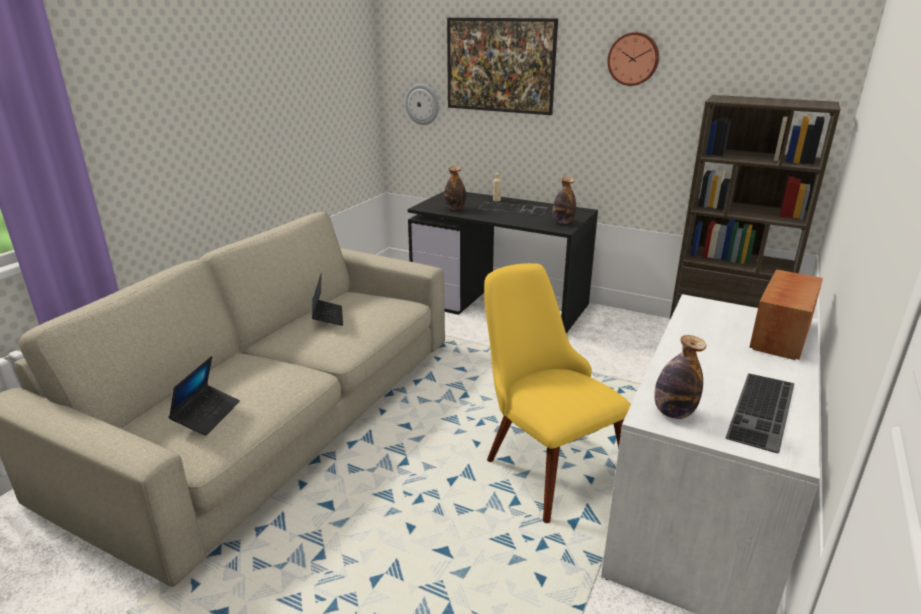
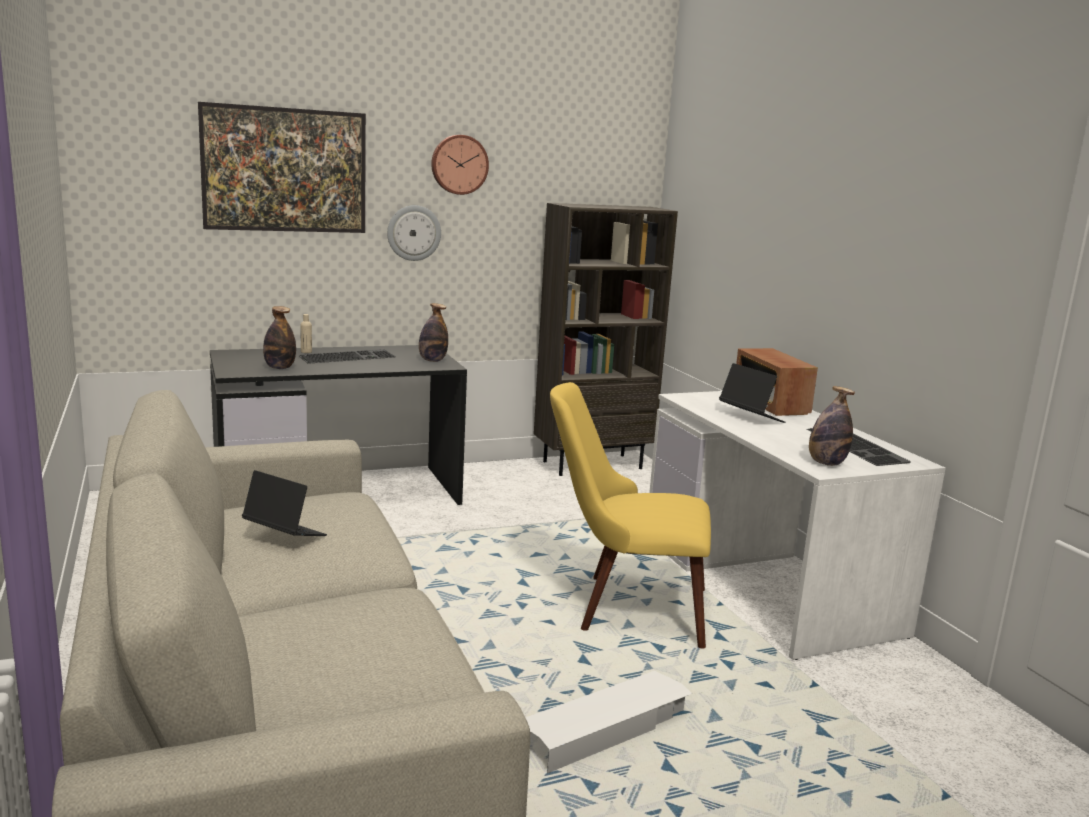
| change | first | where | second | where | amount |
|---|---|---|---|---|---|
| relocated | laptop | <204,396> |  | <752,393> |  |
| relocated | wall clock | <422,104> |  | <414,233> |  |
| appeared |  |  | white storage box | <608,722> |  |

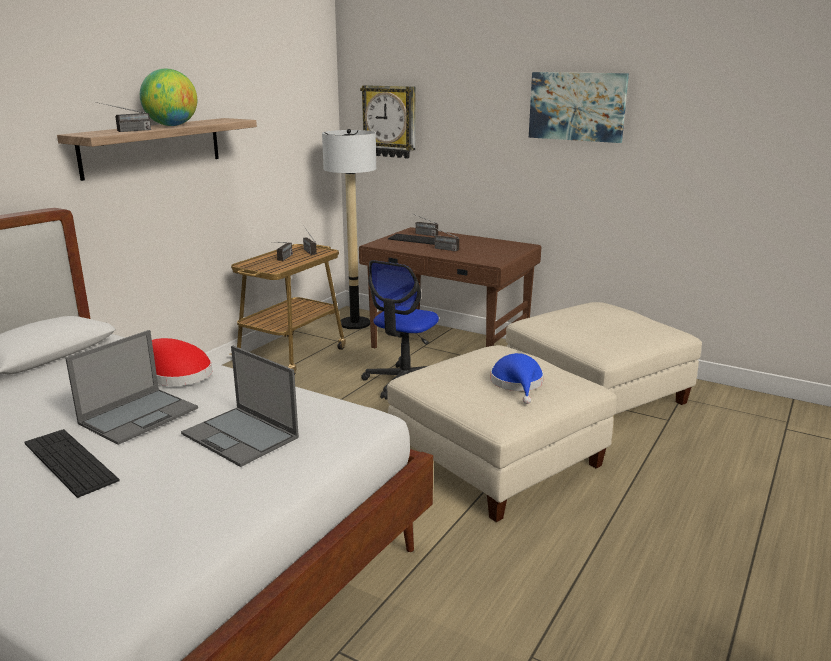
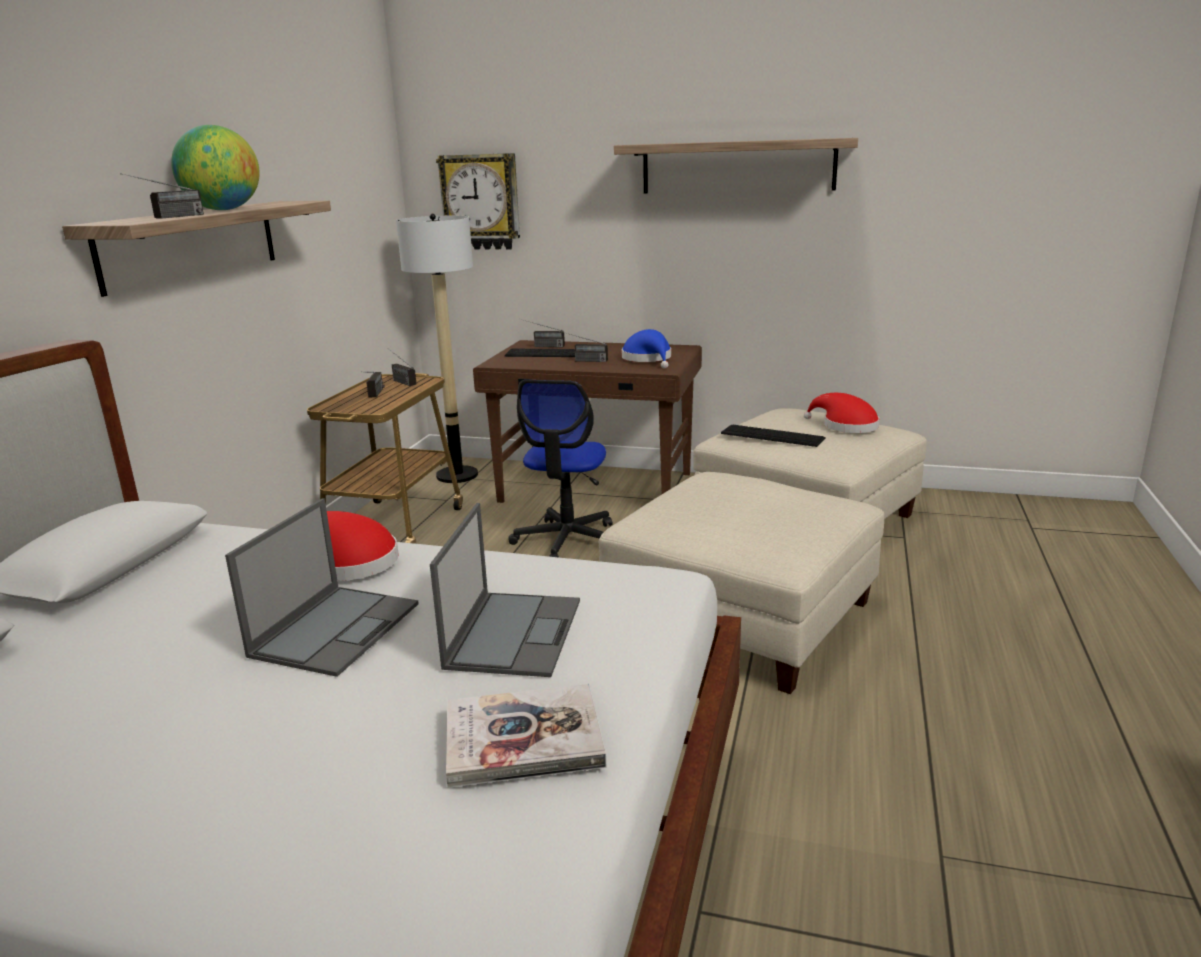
| change | first | where | second | where | amount |
|---|---|---|---|---|---|
| relocated | keyboard | <72,463> |  | <773,436> |  |
| spun | laptop | <240,406> |  | <505,590> | 105 degrees counterclockwise |
| relocated | blue hat | <517,378> |  | <646,349> |  |
| exchanged | picture | <579,107> | shelf | <736,165> |  |
| appeared |  |  | book | <526,735> |  |
| appeared |  |  | red hat | <842,413> |  |

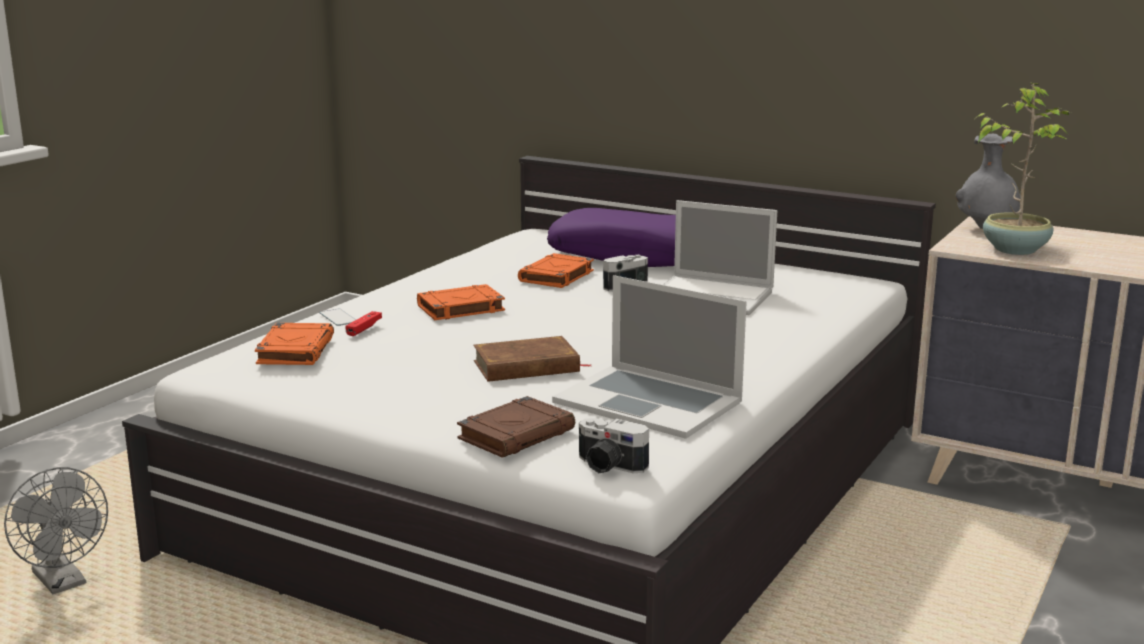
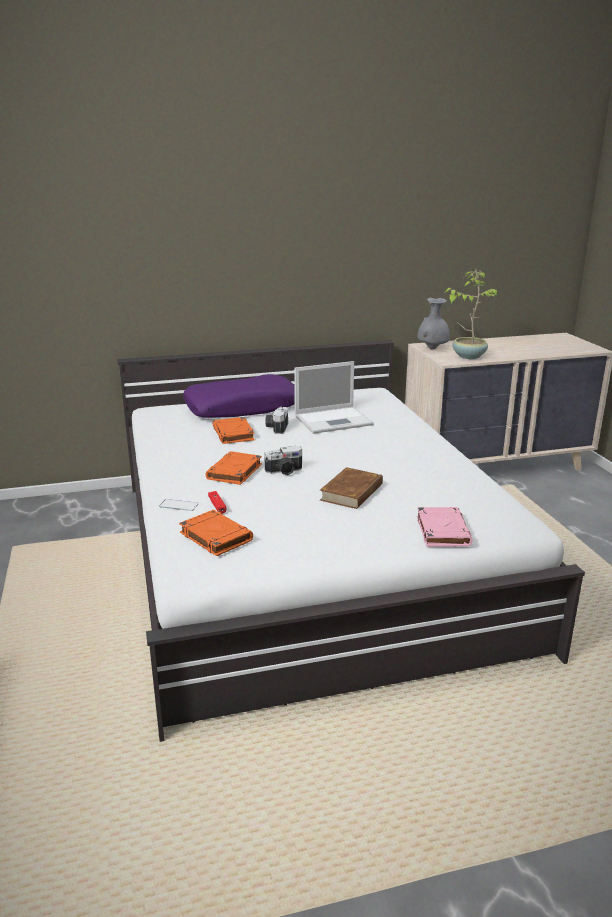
| change | first | where | second | where | amount |
|---|---|---|---|---|---|
| missing | grey fan | <56,530> |  |  |  |
| colour | brown book | <516,427> | pink book | <445,527> |  |
| missing | laptop | <649,357> |  |  |  |
| relocated | photo camera | <614,445> |  | <283,460> |  |

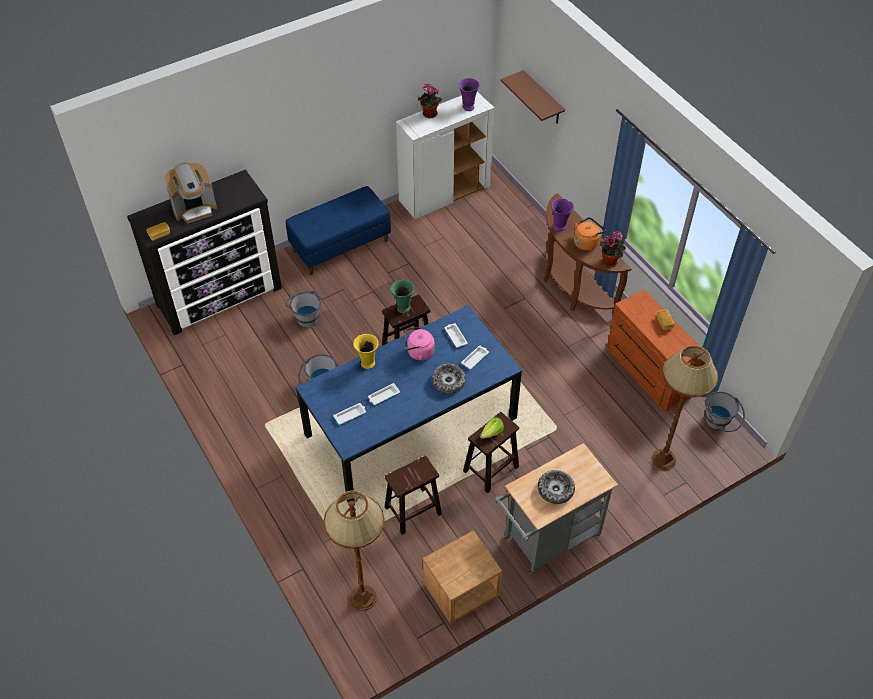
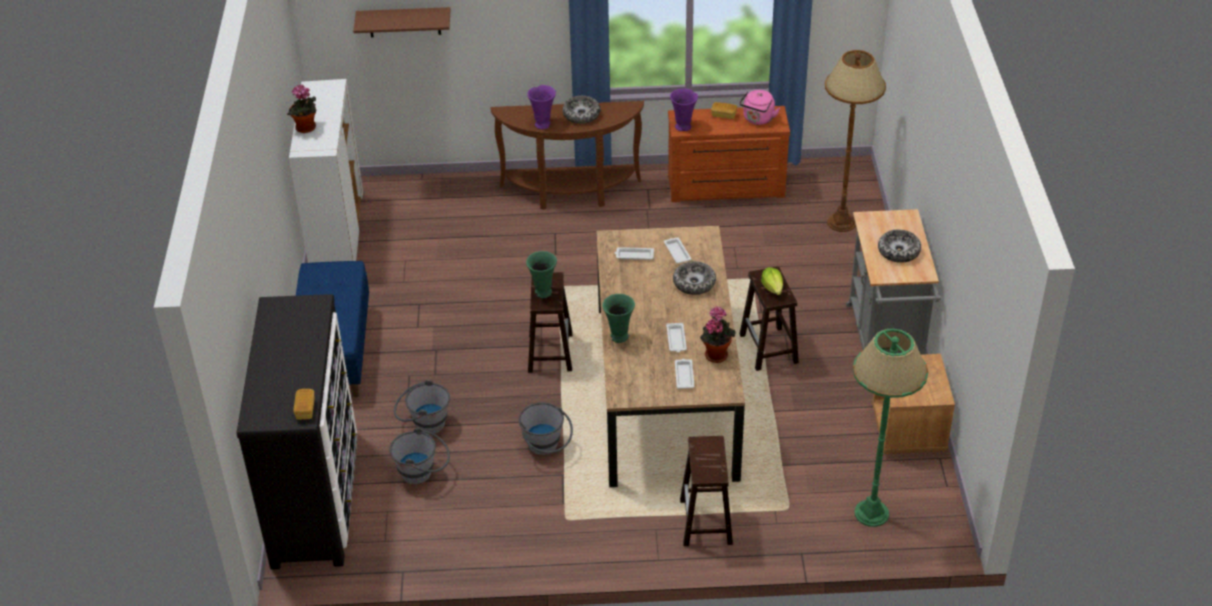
| change | first | where | second | where | amount |
|---|---|---|---|---|---|
| missing | coffee machine | <190,193> |  |  |  |
| colour | blue dining table | <409,404> | brown dining table | <670,356> |  |
| colour | brown floor lamp | <354,550> | green floor lamp | <890,428> |  |
| colour | yellow vase | <366,351> | green vase | <618,318> |  |
| relocated | brown stool | <413,495> |  | <706,491> |  |
| relocated | pink kettle | <420,344> |  | <759,107> |  |
| relocated | purple vase | <469,94> |  | <684,110> |  |
| exchanged | orange kettle | <590,234> | bowl | <581,110> |  |
| relocated | potted plant | <613,249> |  | <718,334> |  |
| relocated | grey bucket | <725,411> |  | <419,456> |  |

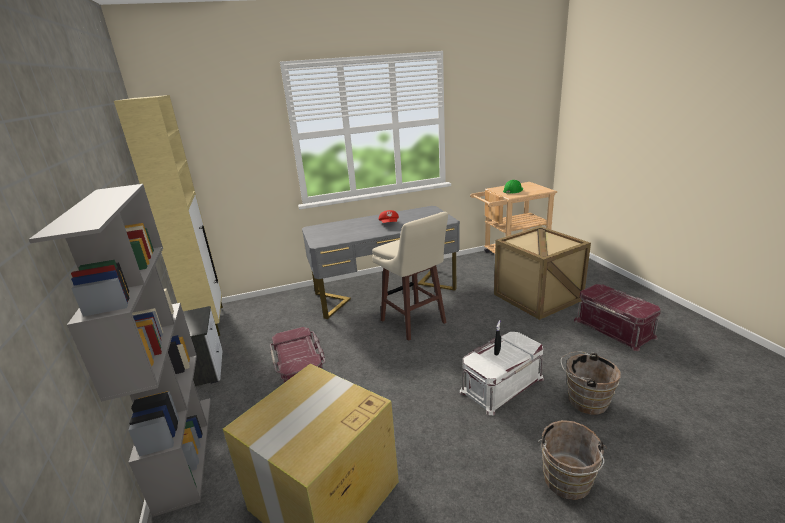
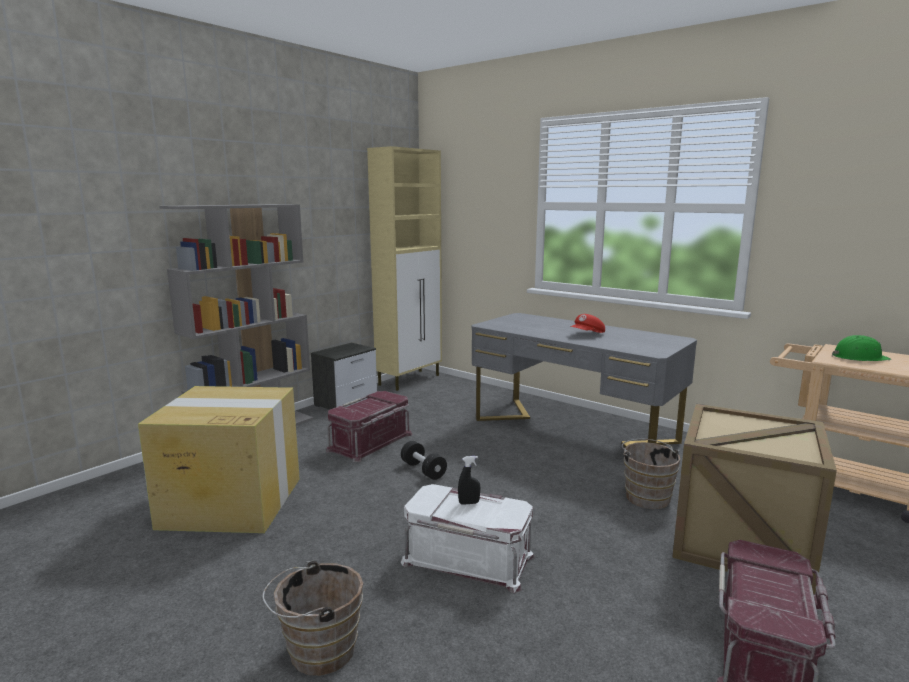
| change | first | where | second | where | amount |
|---|---|---|---|---|---|
| missing | beige stool | <410,276> |  |  |  |
| relocated | brown bucket | <591,383> |  | <651,474> |  |
| appeared |  |  | black dumbbell | <424,460> |  |

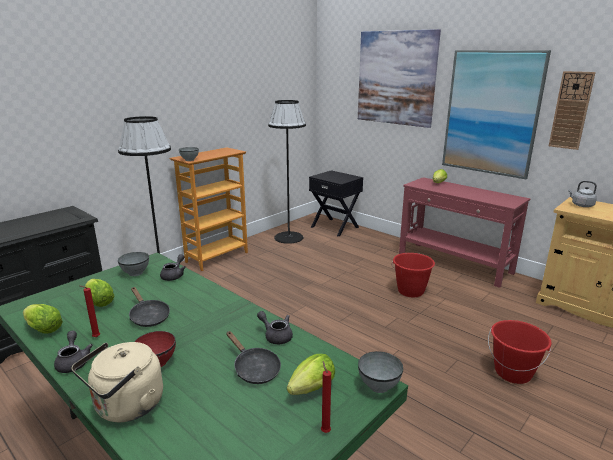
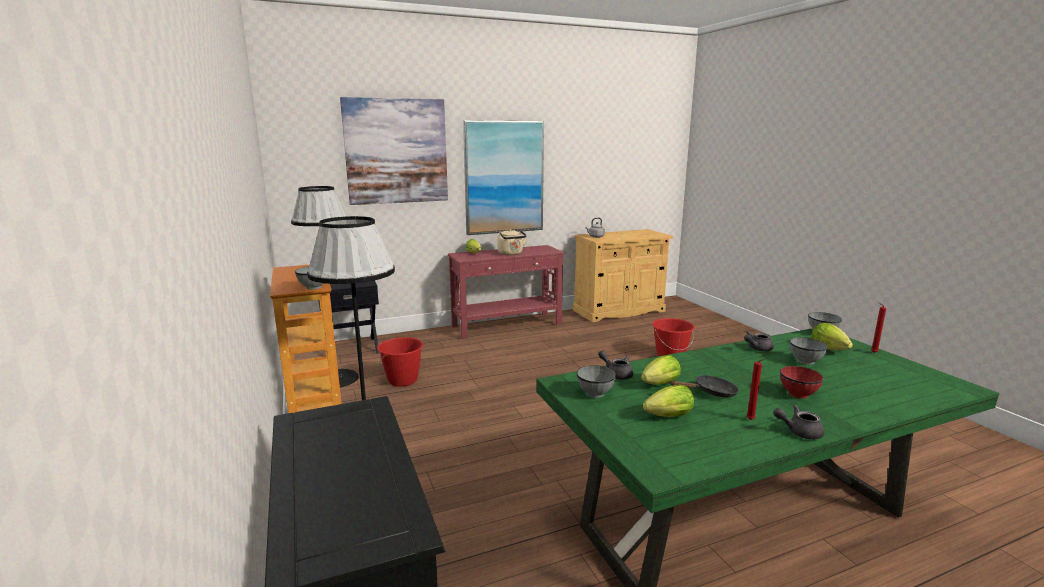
| change | first | where | second | where | amount |
|---|---|---|---|---|---|
| relocated | lettuce | <43,319> |  | <661,370> |  |
| relocated | beige kettle | <117,382> |  | <512,242> |  |
| exchanged | black frying pan | <253,357> | grey bowl | <809,351> |  |
| relocated | red bucket | <413,275> |  | <400,362> |  |
| missing | wall clock | <572,110> |  |  |  |

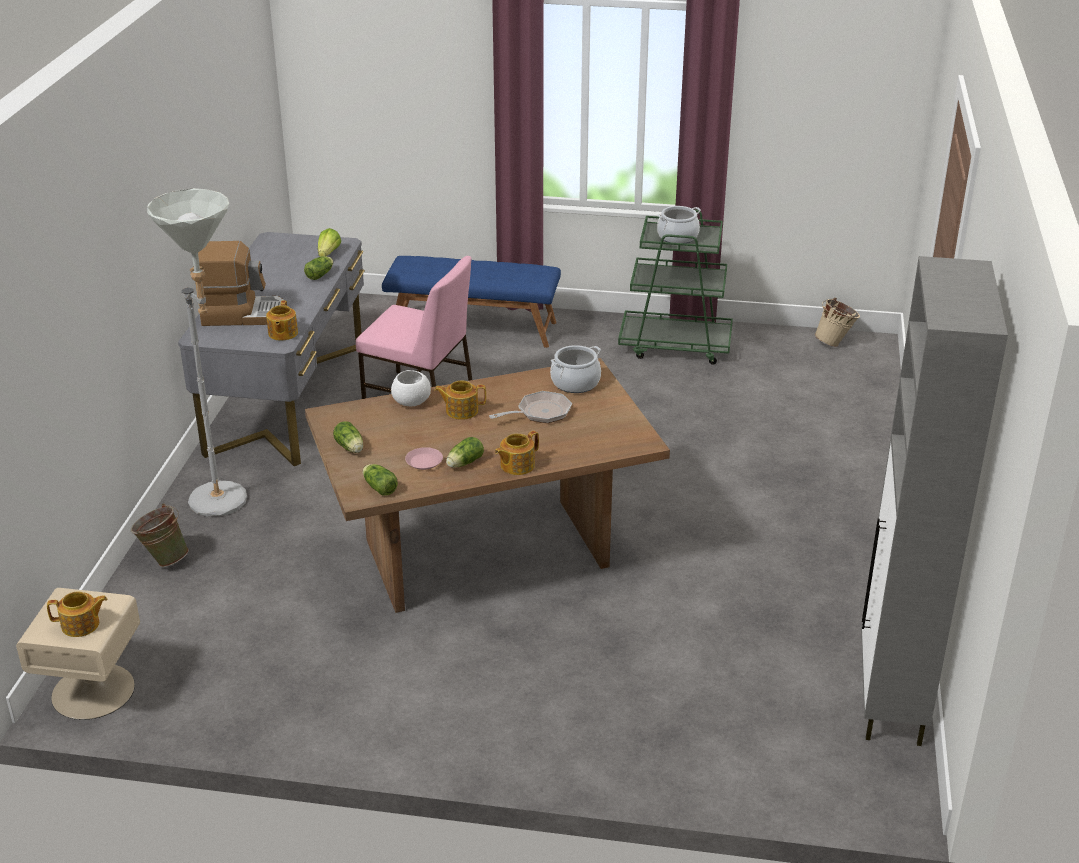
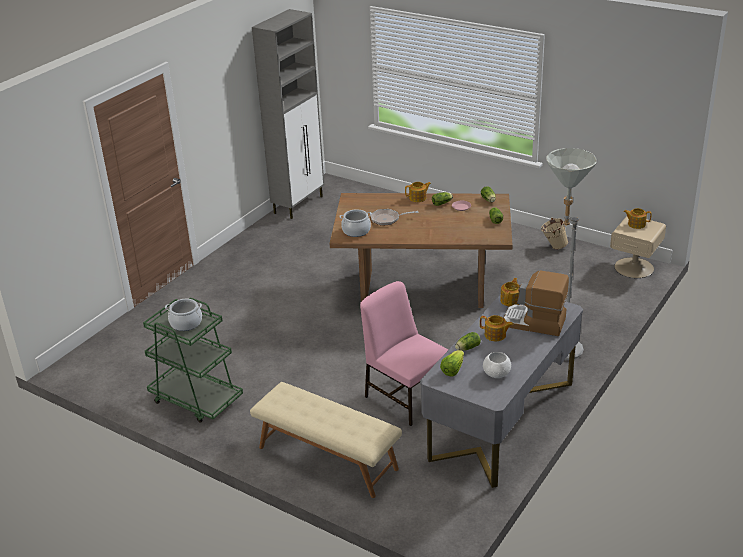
| change | first | where | second | where | amount |
|---|---|---|---|---|---|
| missing | green bucket | <160,535> |  |  |  |
| colour | blue bench | <471,302> | beige bench | <326,440> |  |
| relocated | white bowl | <411,388> |  | <497,365> |  |
| relocated | teapot | <460,400> |  | <496,328> |  |
| relocated | beige bucket | <837,322> |  | <554,234> |  |

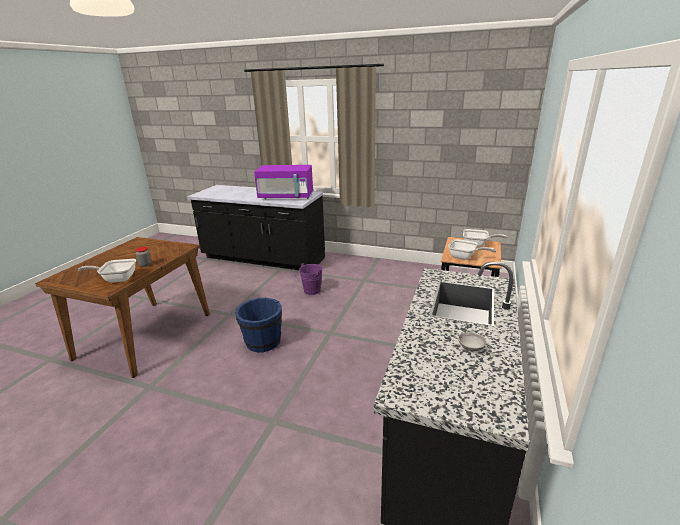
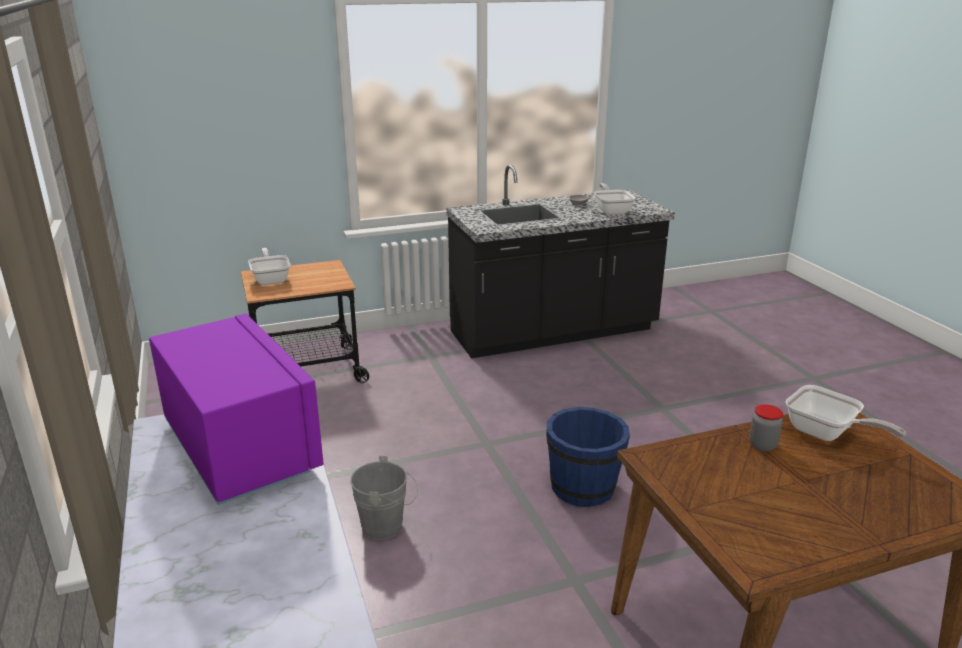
| change | first | where | second | where | amount |
|---|---|---|---|---|---|
| colour | purple bucket | <309,279> | grey bucket | <384,498> |  |
| relocated | frying pan | <472,249> |  | <615,199> |  |

